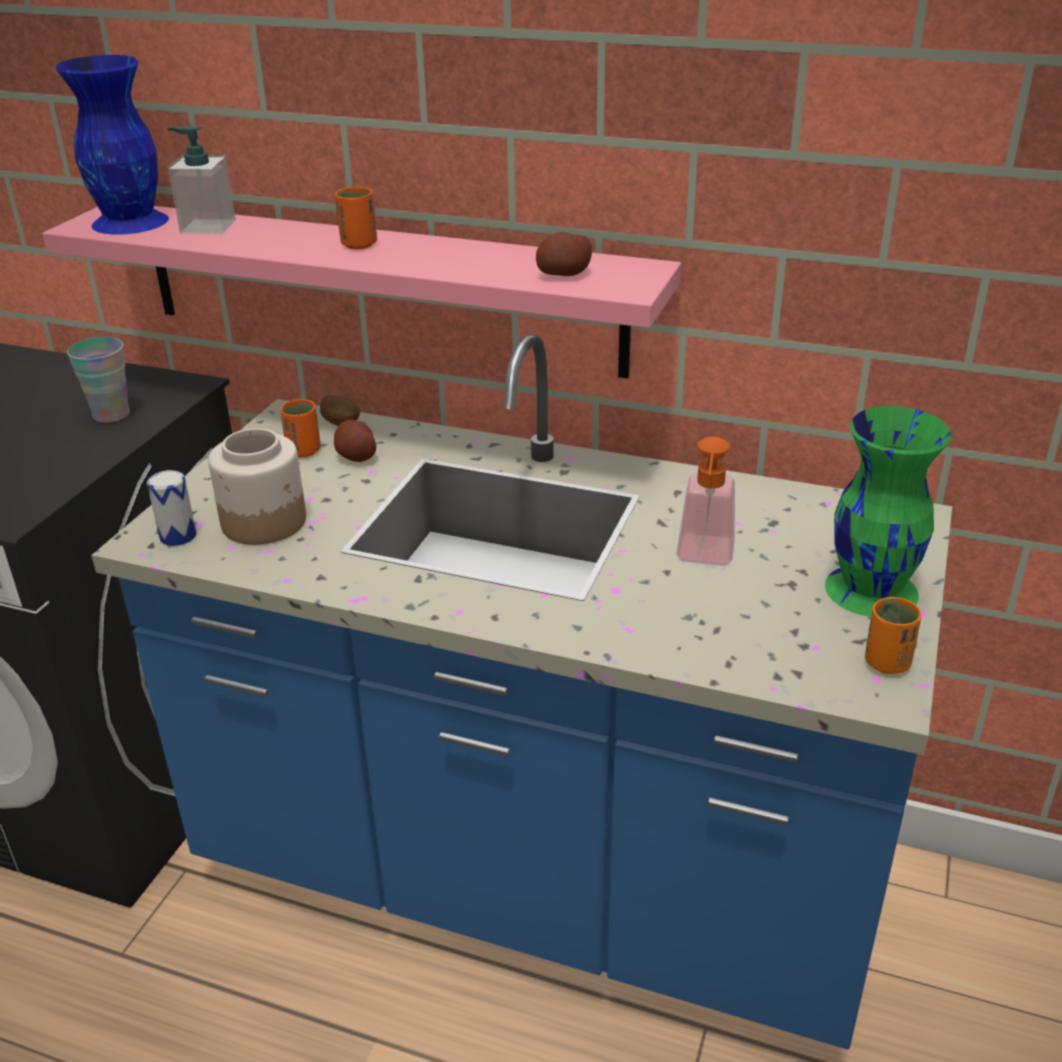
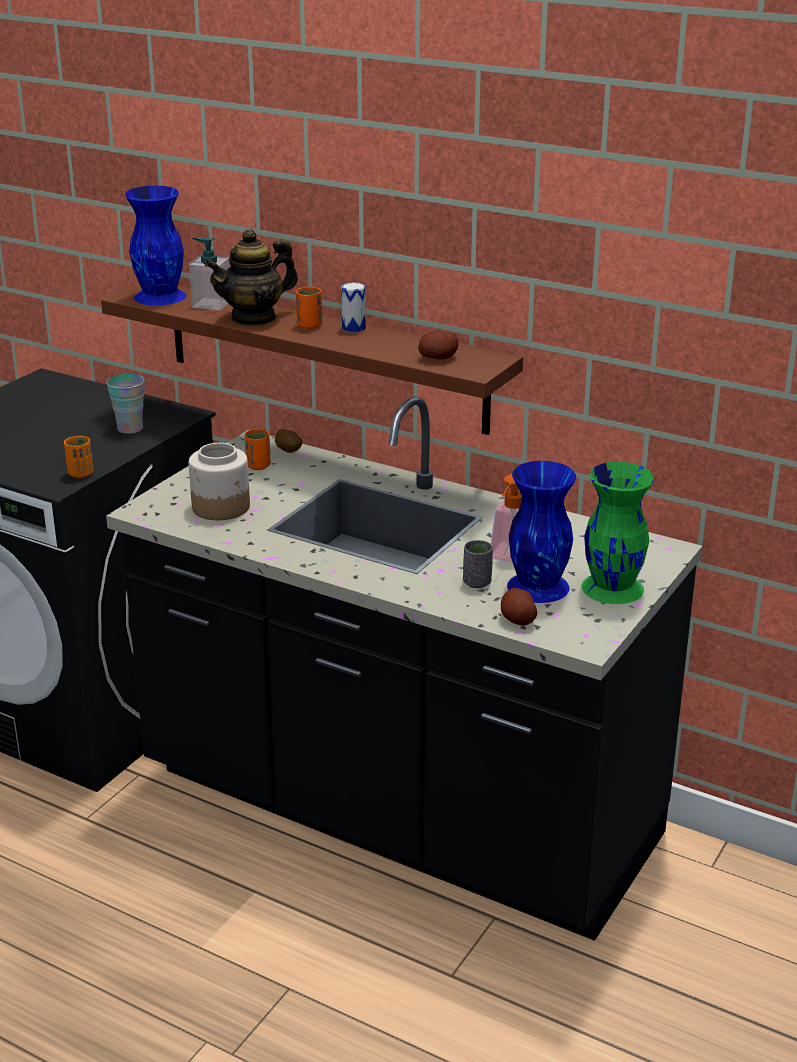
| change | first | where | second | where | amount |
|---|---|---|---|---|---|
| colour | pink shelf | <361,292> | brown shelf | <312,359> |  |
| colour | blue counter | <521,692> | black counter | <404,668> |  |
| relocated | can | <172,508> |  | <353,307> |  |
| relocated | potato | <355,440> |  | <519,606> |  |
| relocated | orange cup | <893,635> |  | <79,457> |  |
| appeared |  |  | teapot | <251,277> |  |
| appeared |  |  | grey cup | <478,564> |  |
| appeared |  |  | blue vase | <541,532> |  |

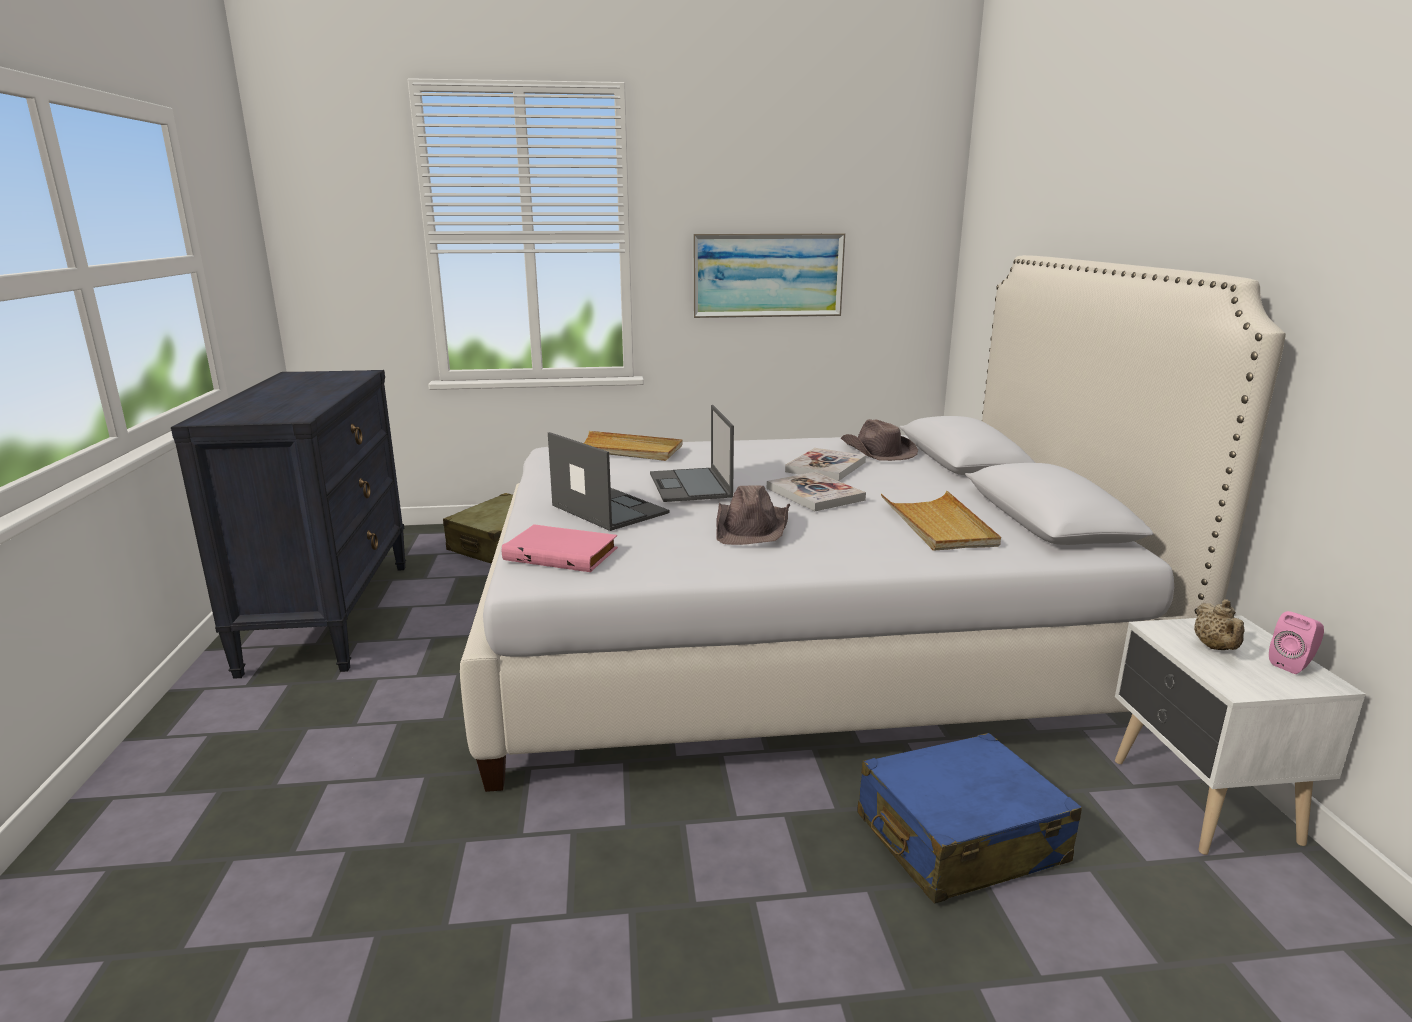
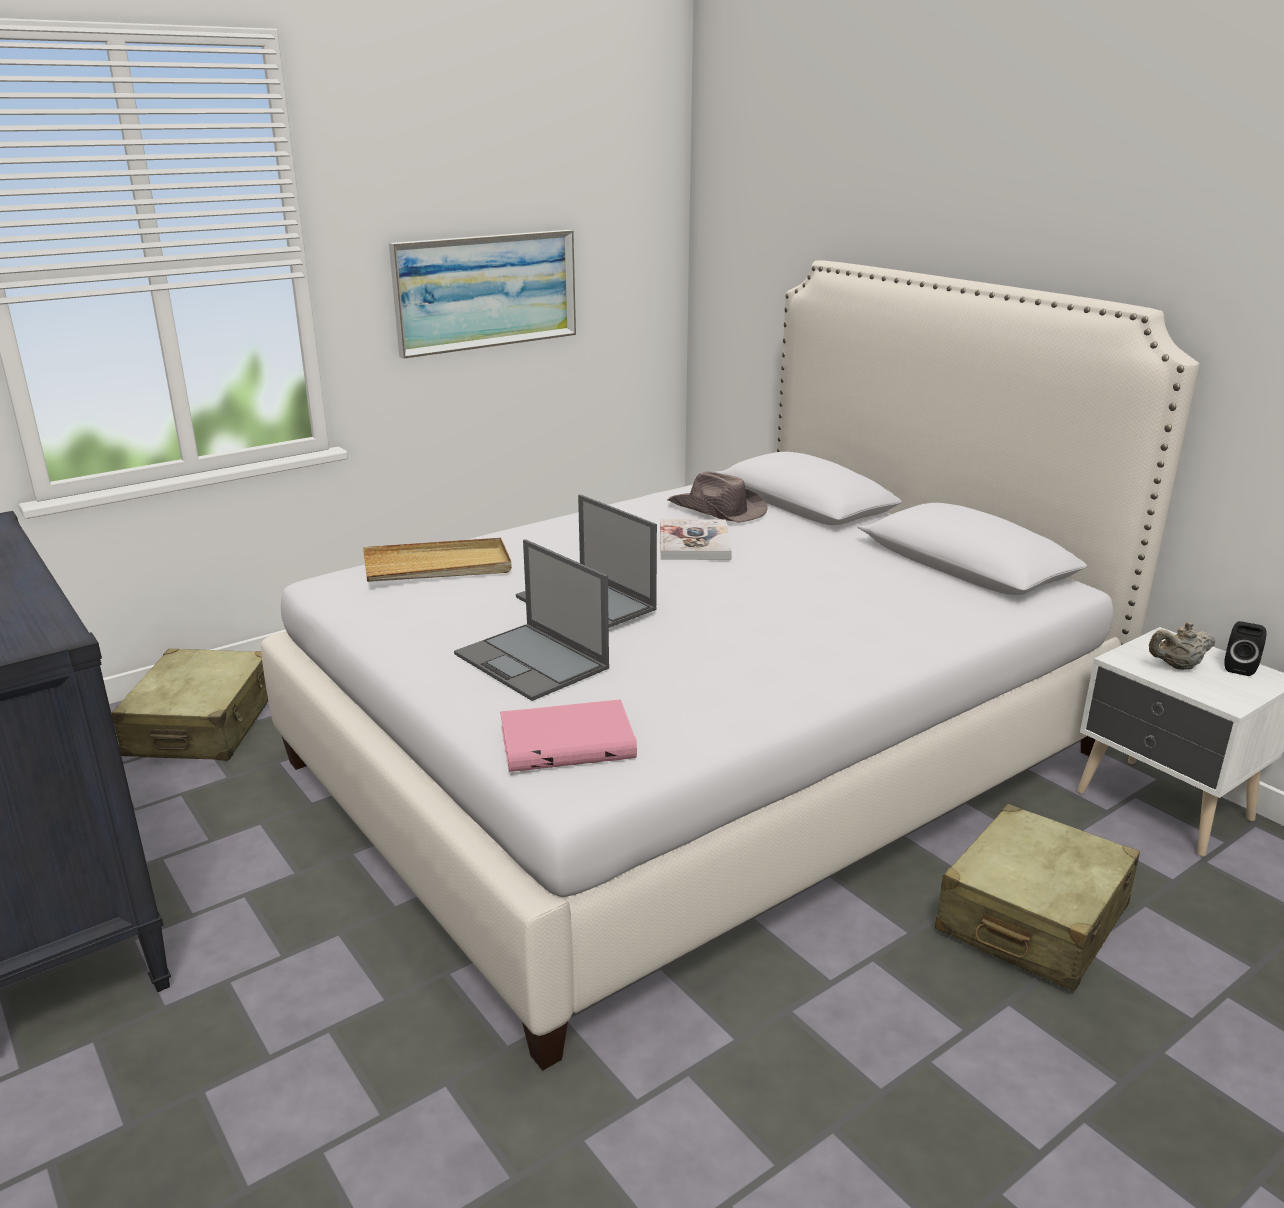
| change | first | where | second | where | amount |
|---|---|---|---|---|---|
| spun | laptop | <609,481> |  | <531,620> | 150 degrees counterclockwise |
| missing | brown hat | <753,515> |  |  |  |
| missing | book | <816,491> |  |  |  |
| colour | blue suitcase | <969,818> | beige suitcase | <1037,897> |  |
| missing | beige tray | <941,521> |  |  |  |
| spun | beige teapot | <1219,624> |  | <1182,646> | 105 degrees clockwise |
| colour | pink speaker | <1296,642> | black speaker | <1245,648> |  |

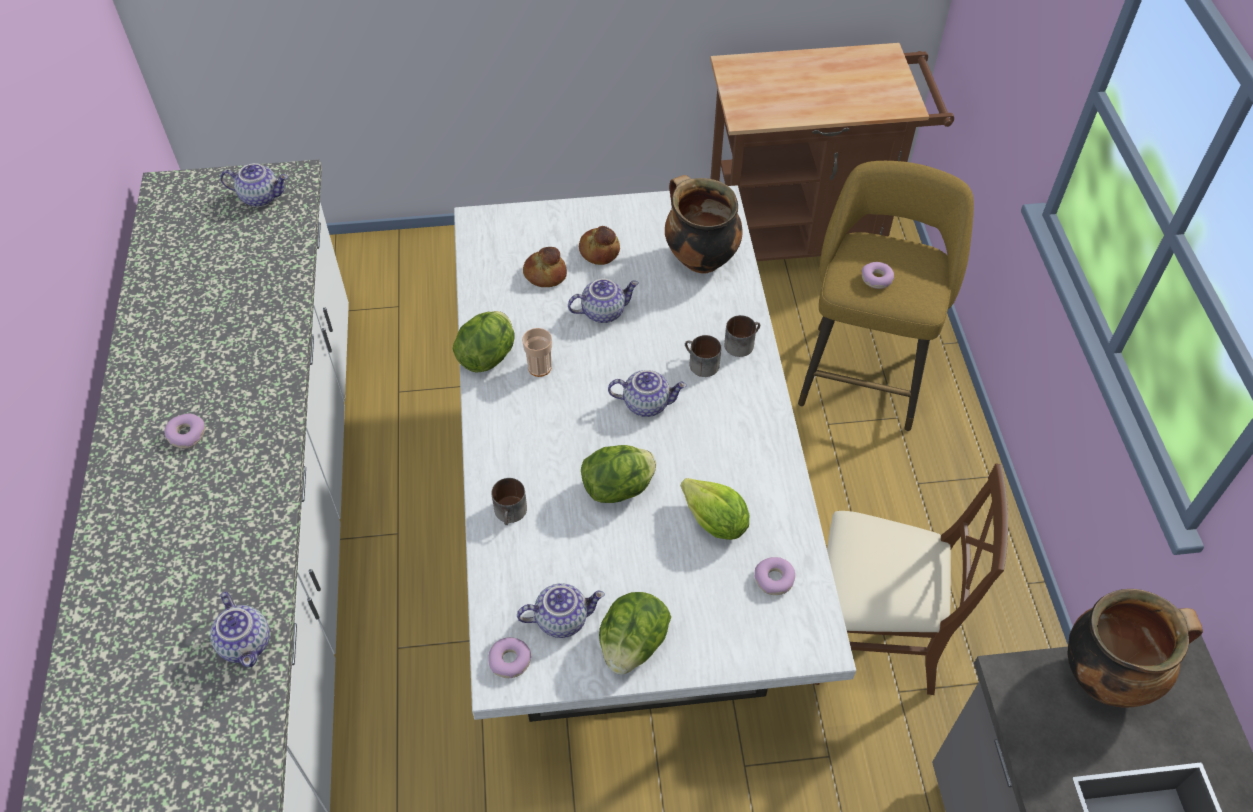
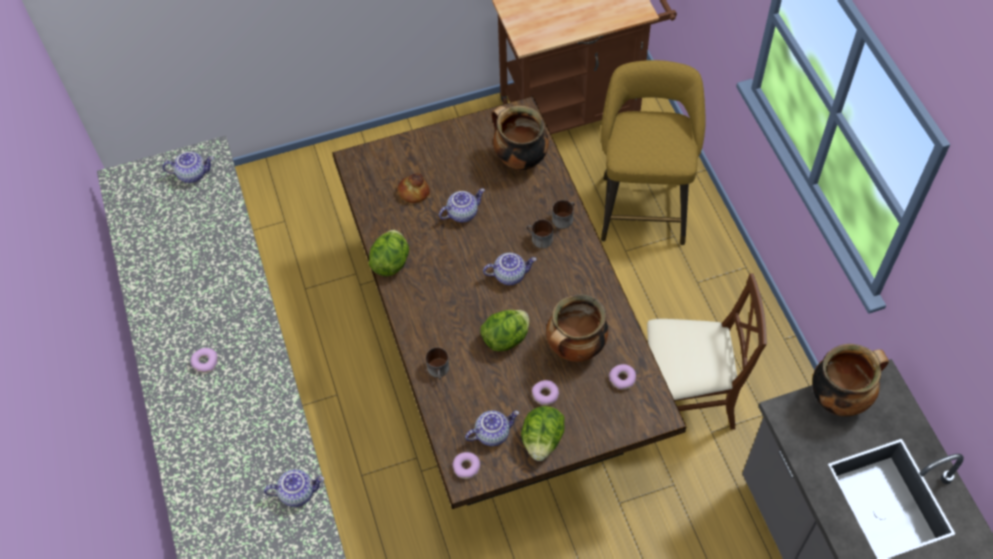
| change | first | where | second | where | amount |
|---|---|---|---|---|---|
| spun | teapot | <240,629> |  | <294,488> | 60 degrees counterclockwise |
| colour | white dining table | <655,453> | brown dining table | <509,302> |  |
| missing | cup | <537,352> |  |  |  |
| missing | bread | <599,245> |  |  |  |
| exchanged | lettuce | <715,509> | cooking pot | <577,328> |  |
| relocated | donut | <878,275> |  | <545,392> |  |

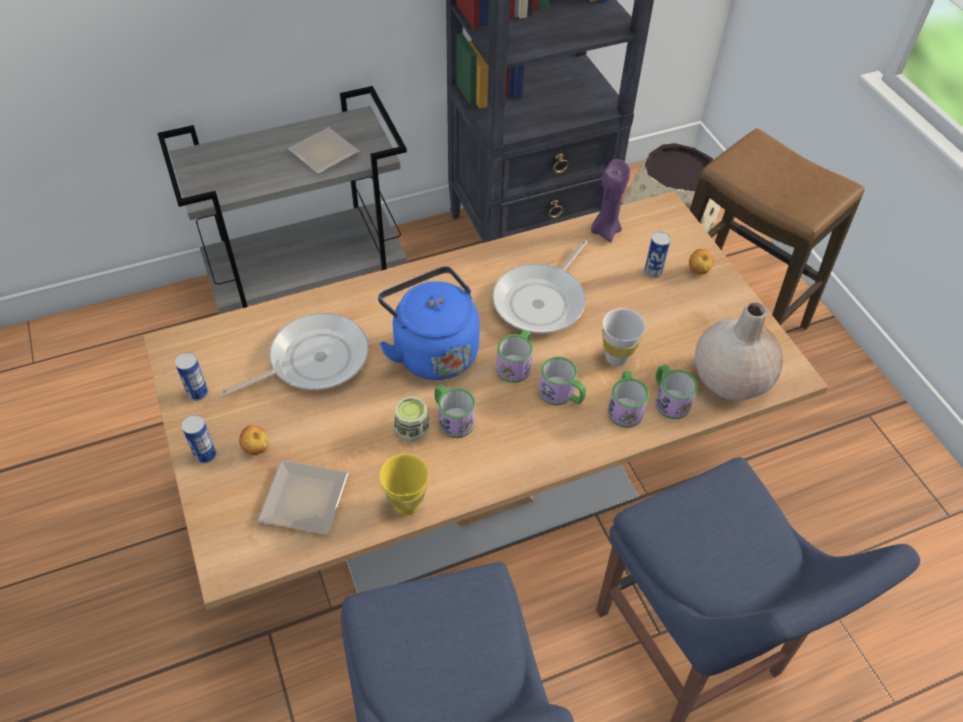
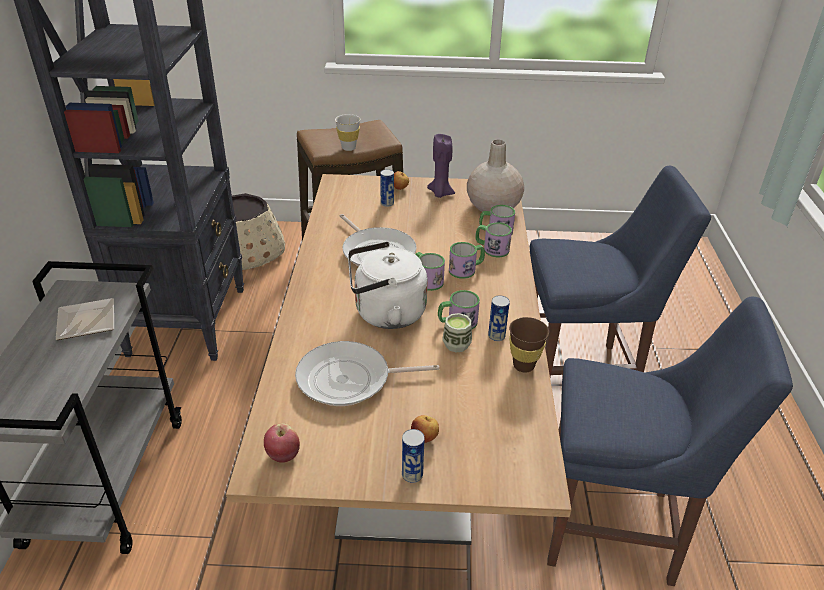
| change | first | where | second | where | amount |
|---|---|---|---|---|---|
| relocated | can | <191,376> |  | <499,318> |  |
| spun | frying pan | <294,355> |  | <367,373> | 90 degrees counterclockwise |
| missing | plate | <302,497> |  |  |  |
| colour | blue kettle | <429,323> | white kettle | <388,285> |  |
| colour | yellow cup | <404,484> | brown cup | <529,345> |  |
| relocated | purple candle | <610,201> |  | <441,166> |  |
| relocated | white cup | <624,337> |  | <347,132> |  |
| appeared |  |  | apple | <282,443> |  |

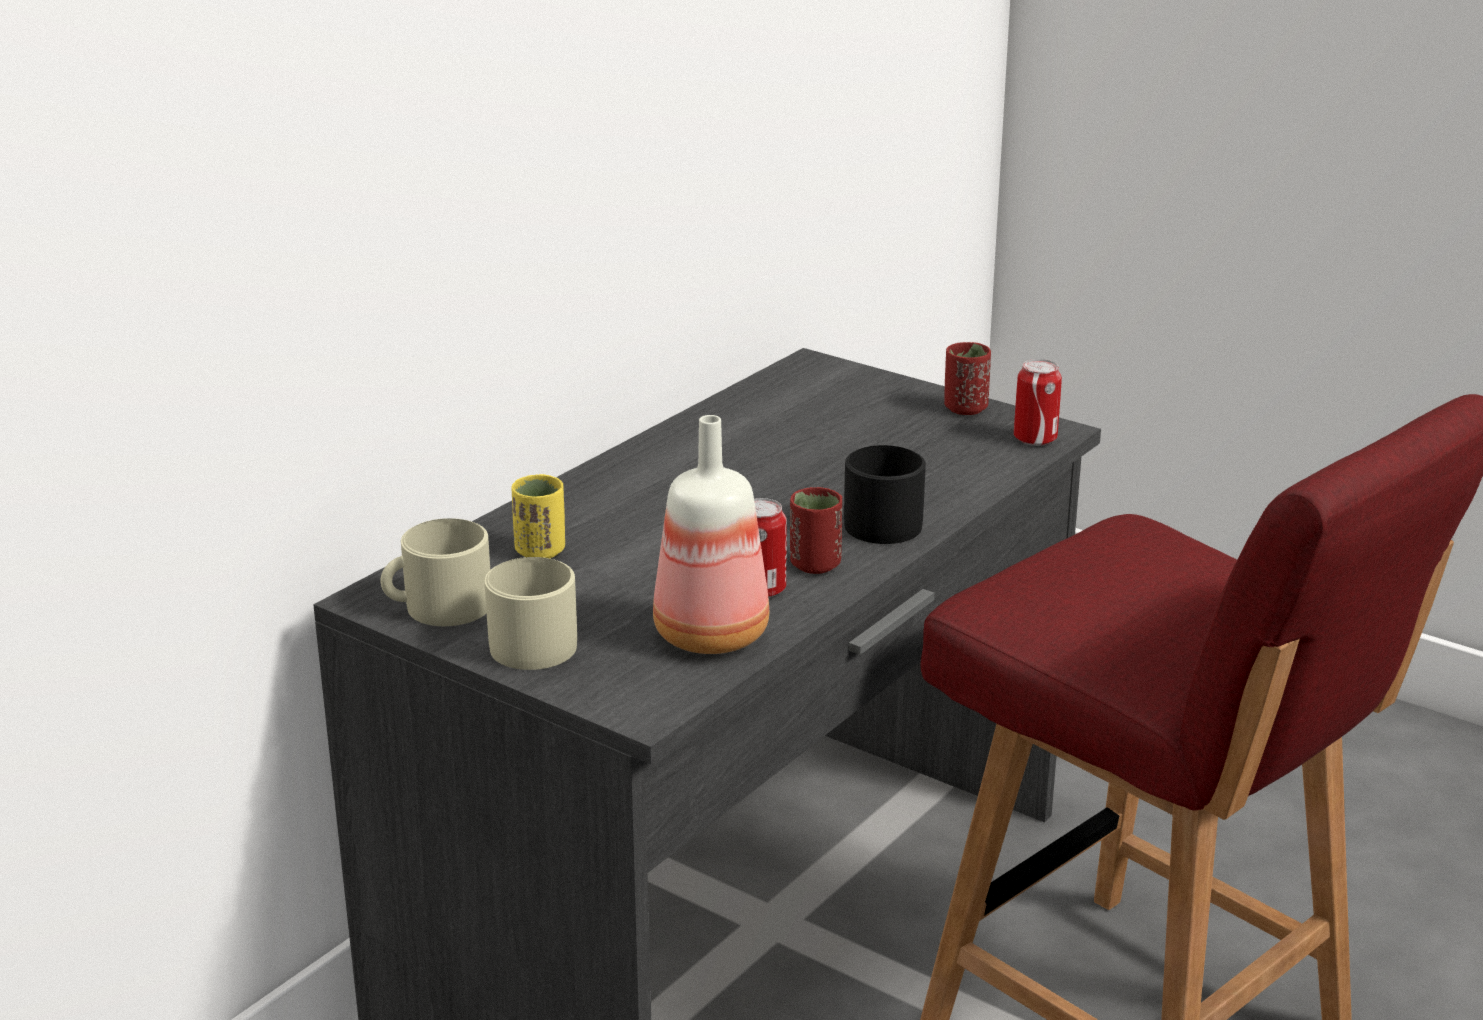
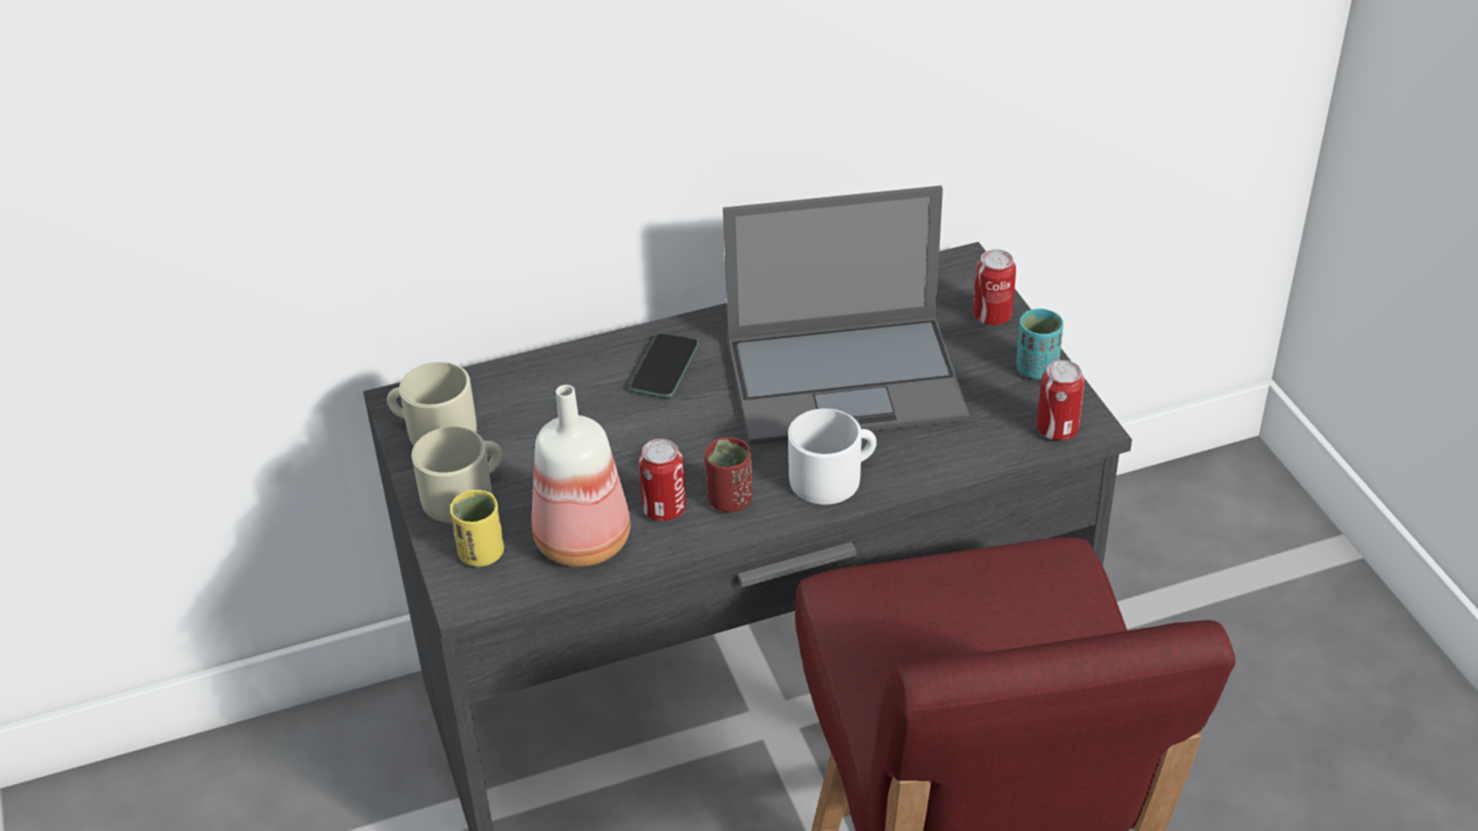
| change | first | where | second | where | amount |
|---|---|---|---|---|---|
| relocated | yellow cup | <538,516> |  | <477,528> |  |
| colour | black mug | <885,494> | white mug | <832,457> |  |
| colour | red cup | <967,378> | turquoise cup | <1039,344> |  |
| appeared |  |  | phone | <664,365> |  |
| appeared |  |  | laptop | <846,315> |  |
| appeared |  |  | can | <994,287> |  |

